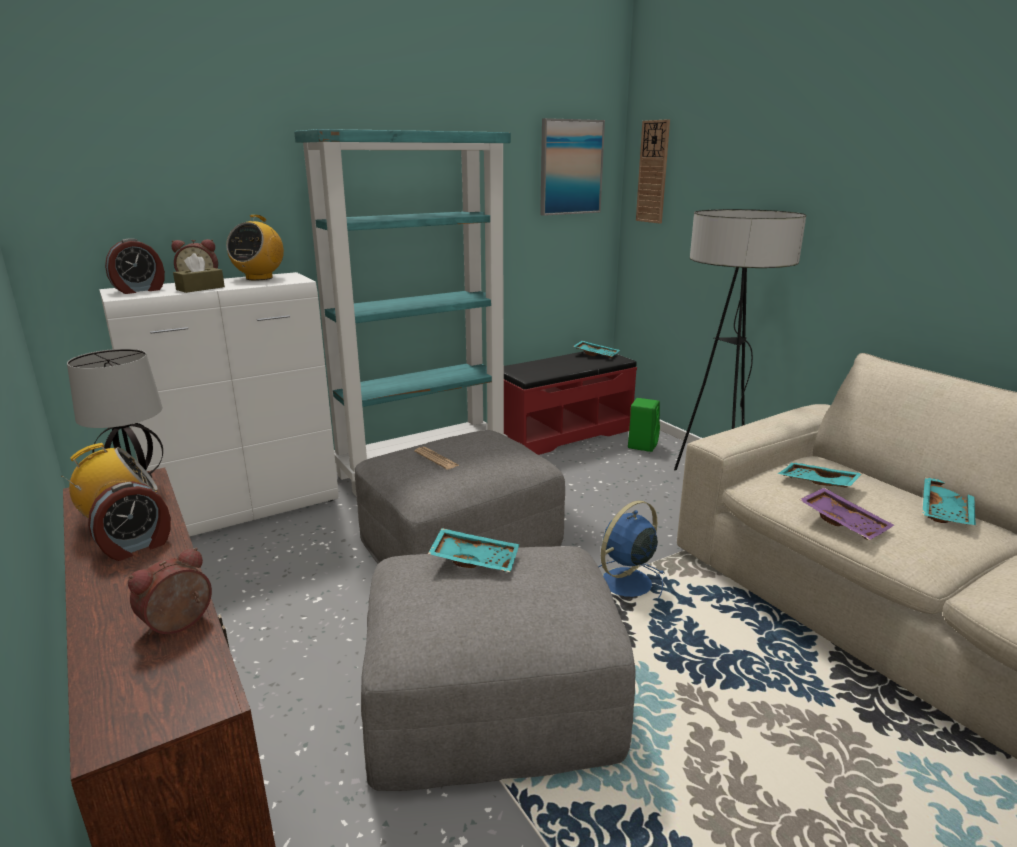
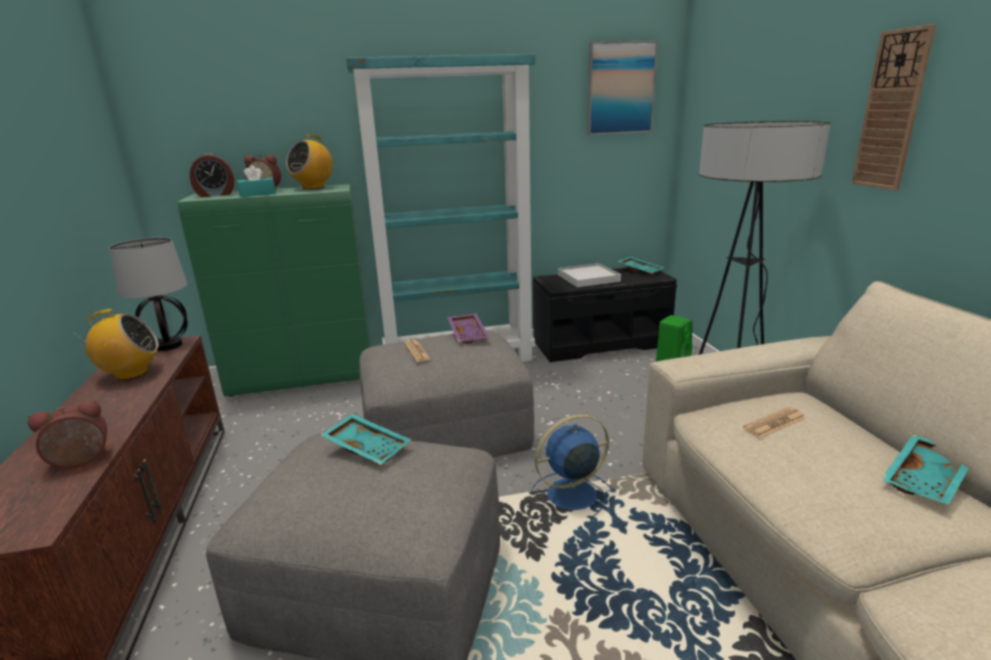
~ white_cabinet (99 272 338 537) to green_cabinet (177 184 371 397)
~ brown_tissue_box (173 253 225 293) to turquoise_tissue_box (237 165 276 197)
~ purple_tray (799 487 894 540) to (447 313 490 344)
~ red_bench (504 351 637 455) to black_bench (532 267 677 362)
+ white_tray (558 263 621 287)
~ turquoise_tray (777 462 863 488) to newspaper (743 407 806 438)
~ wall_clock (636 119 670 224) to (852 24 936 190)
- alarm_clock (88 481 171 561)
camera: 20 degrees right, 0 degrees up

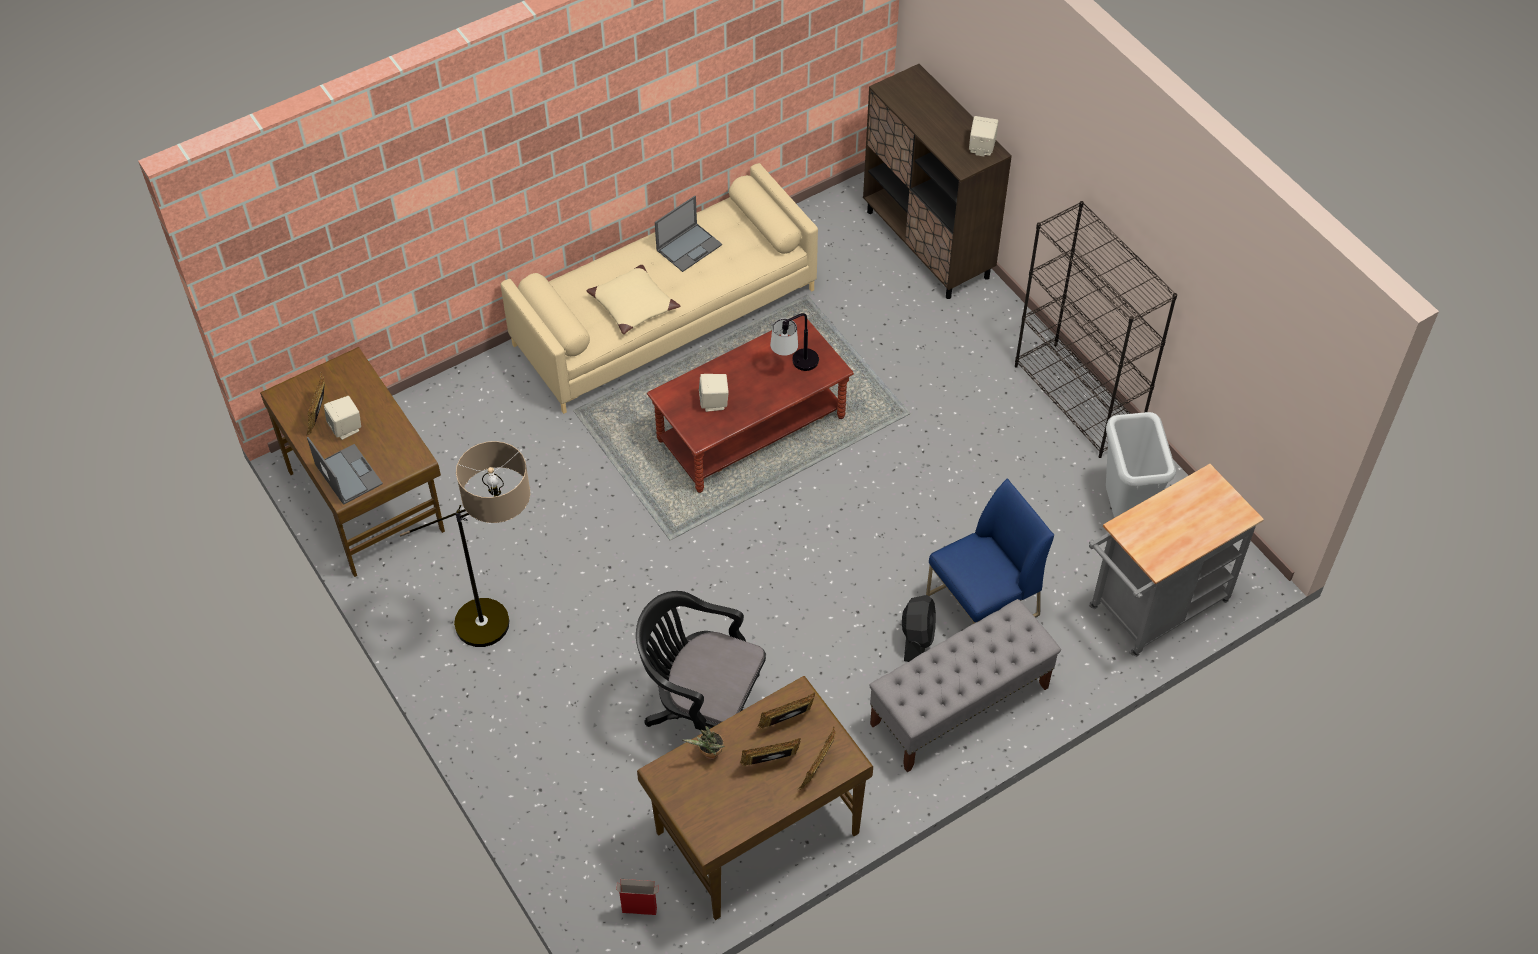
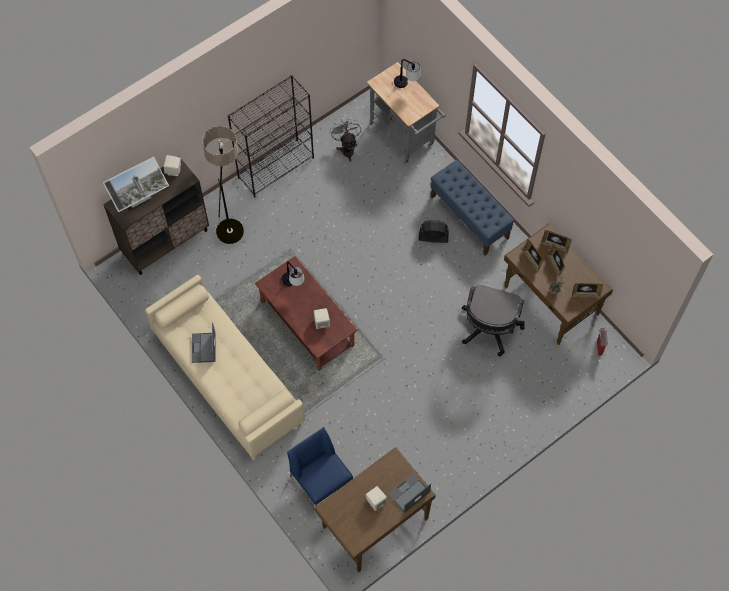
+ monitor (103 157 169 212)
~ laptop (655 196 722 272) = (192 323 216 363) 135 degrees counterclockwise
~ floor_lamp (400 441 531 647) to (202 126 244 244)
~ blue_chair (926 478 1054 624) to (287 427 353 509)
~ grey_trash_can (1106 412 1176 518) to grey_fan (330 118 361 162)
+ table_lamp (394 59 421 88)
~ grey_bench (869 599 1061 772) to blue_bench (431 160 515 256)
~ picture_frame (307 372 325 435) to (572 283 603 298)
- beige_pillow (587 265 680 335)
camera: 95 degrees left, 10 degrees up

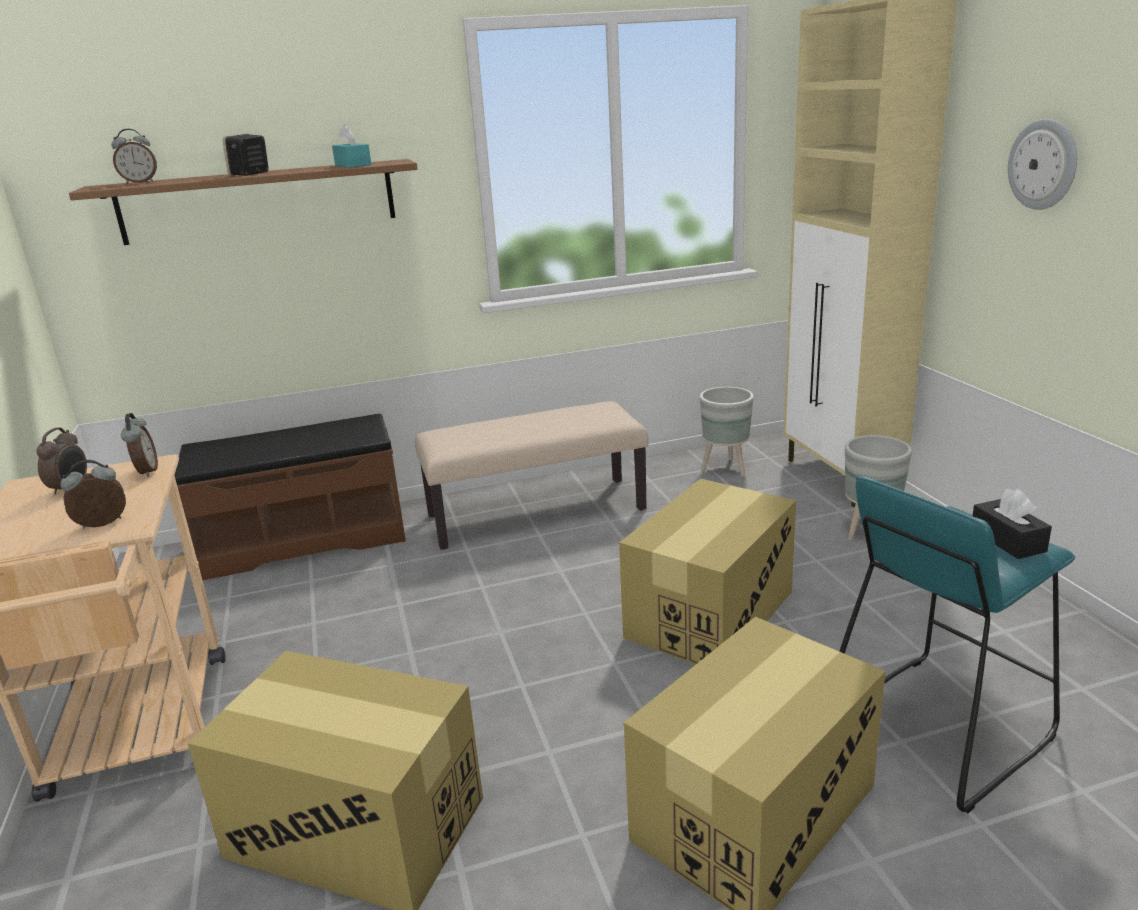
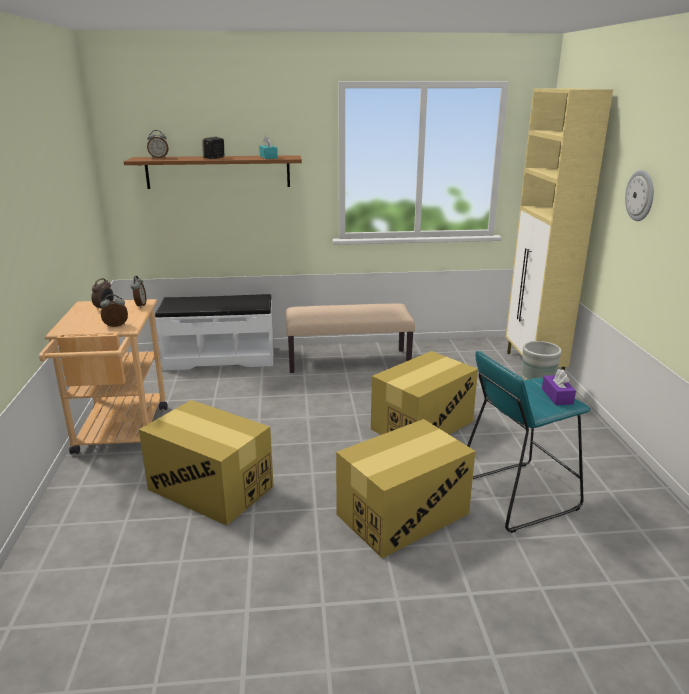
~ brown_bench (174 414 406 581) to white_bench (155 294 274 371)
~ black_tissue_box (972 489 1052 559) to purple_tissue_box (542 369 576 405)
- grey_planter (700 387 754 476)
camera: 10 degrees right, 0 degrees up

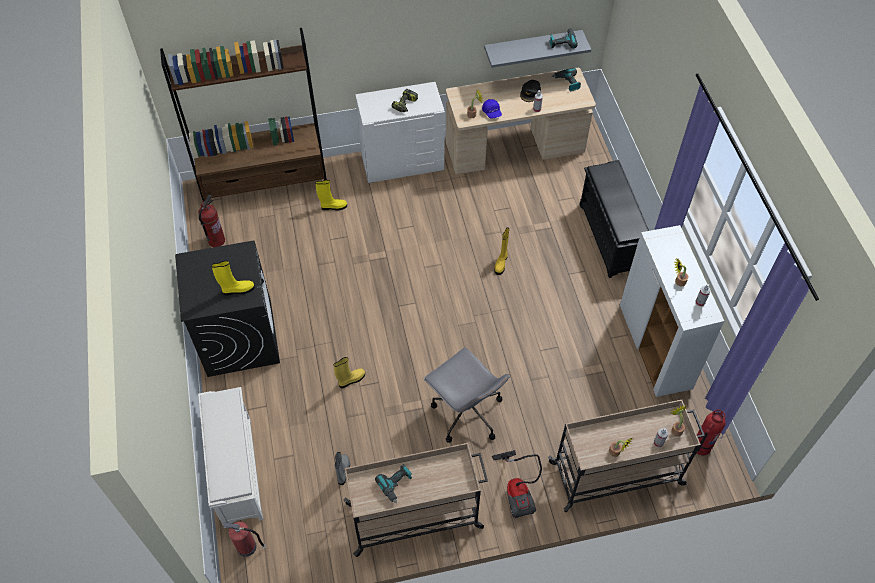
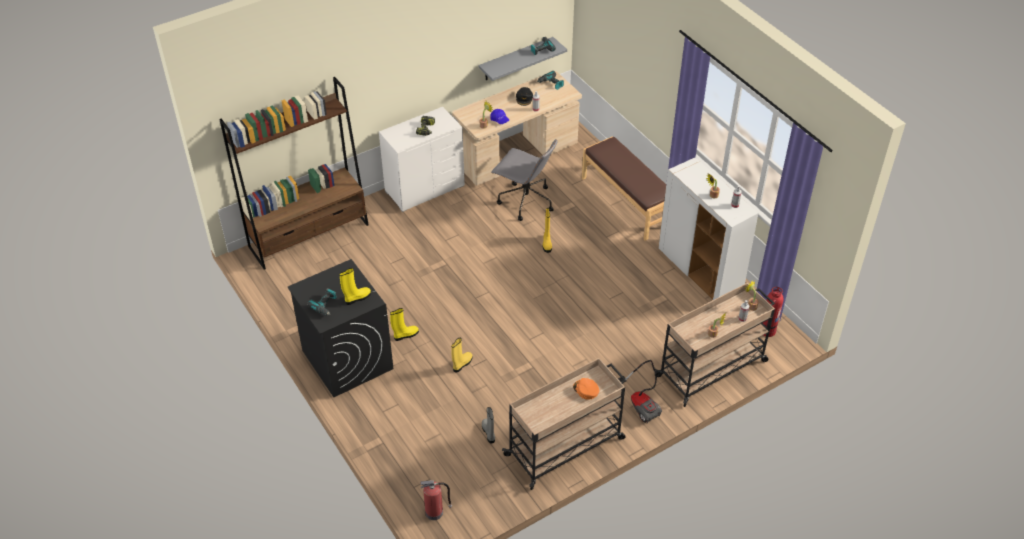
~ power_drill (375 464 412 504) to (307 288 337 316)
~ yellow_boot (315 180 347 211) to (390 308 419 341)
~ grey_office_chair (423 348 510 443) to (491 139 558 221)
+ orange_cap (573 378 600 400)
~ black_shoe_rack (580 160 650 278) to brown_bench (582 136 666 241)
- fire_extinguisher (198 195 225 247)
- white_shoe_rack (198 387 263 528)
camera: 20 degrees left, 10 degrees down

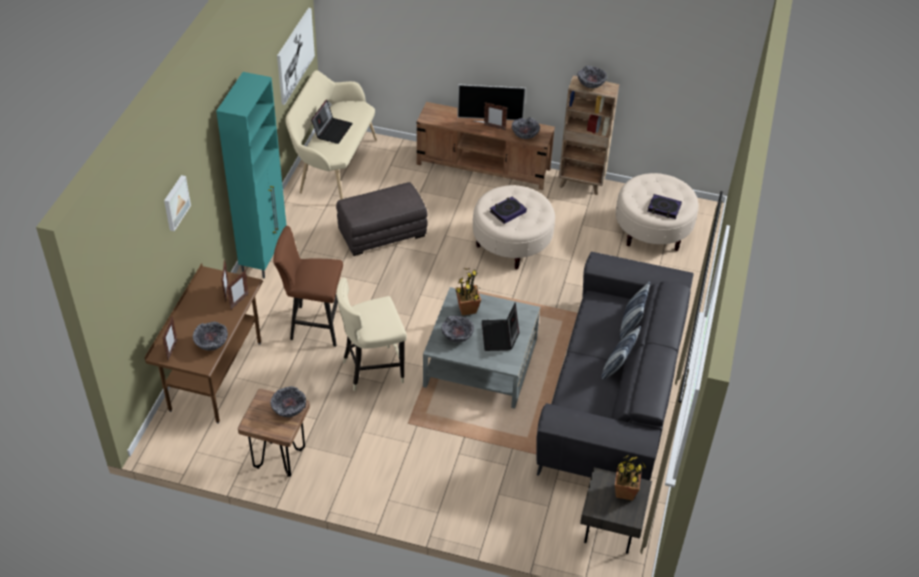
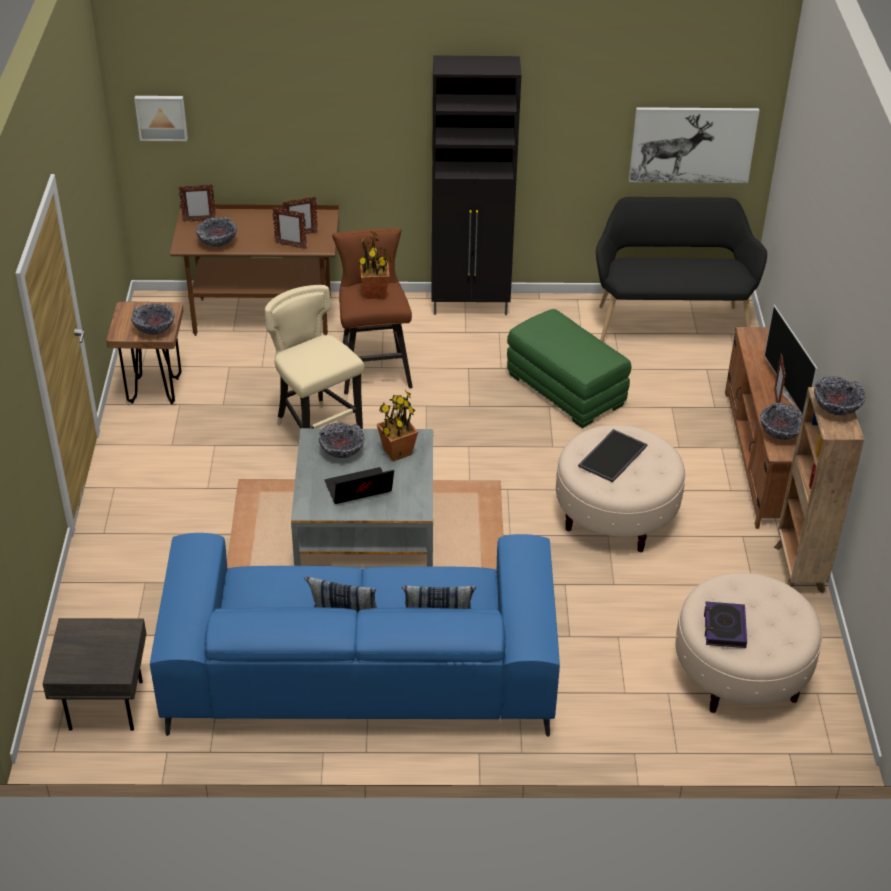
~ picture (164 175 191 231) to (134 96 188 141)
~ grey_sofa (536 252 694 480) to blue_sofa (150 533 560 737)
~ potted_plant (615 455 646 501) to (358 231 392 299)
~ turquoise_cabinet (216 72 287 279) to black_cabinet (431 55 521 315)
~ grey_ottoman (336 182 428 256) to green_ottoman (507 309 631 428)
~ book (490 196 527 224) to tray (578 429 648 483)
~ beige_bench (285 70 377 200) to black_bench (596 197 767 342)
- laptop (311 100 353 144)
camera: 75 degrees right, 5 degrees down

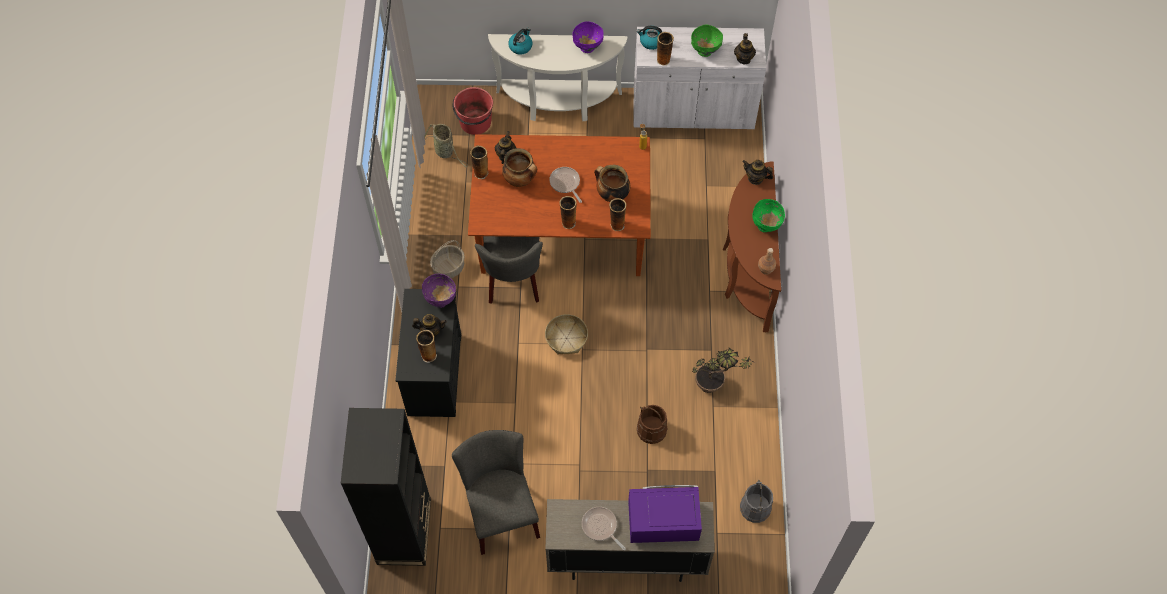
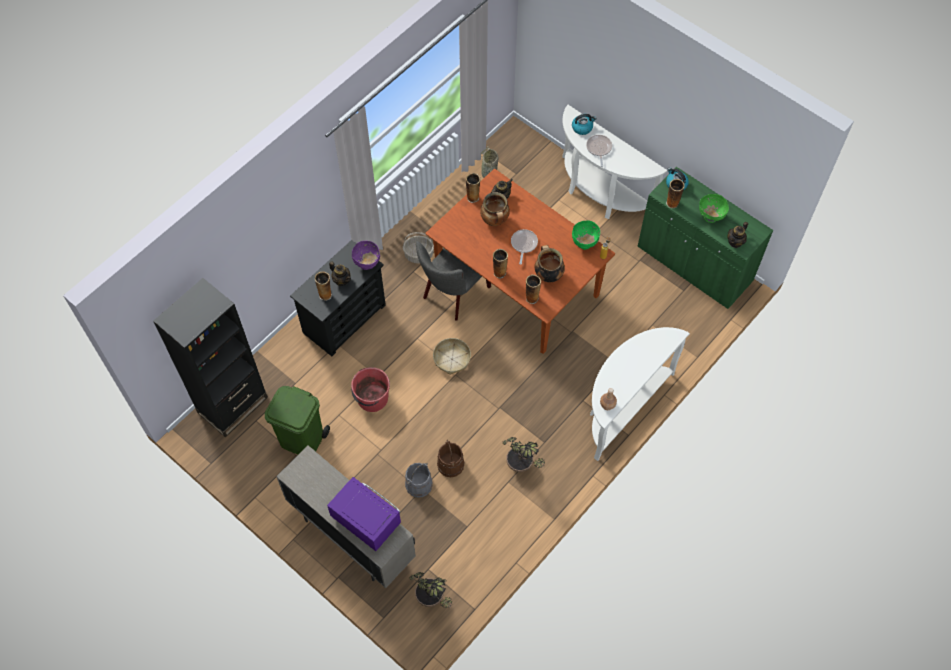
~ grey_chair (452 430 540 555) to green_trash_can (265 386 330 455)
~ red_bucket (453 87 493 135) to (351 367 390 412)
~ grey_bucket (740 480 773 523) to (405 463 433 498)
+ potted_plant (409 572 452 608)
~ green_bowl (752 199 785 232) to (572 220 600 250)
~ frying_pan (582 507 626 550) to (586 135 612 167)
~ brown_console_table (723 161 781 332) to white_console_table (590 327 690 461)
~ white_cabinet (634 27 766 129) to green_cabinet (638 167 773 309)
- purple_bowl (572 21 604 53)
- teapot (743 160 773 185)
camera: 40 degrees right, 0 degrees up

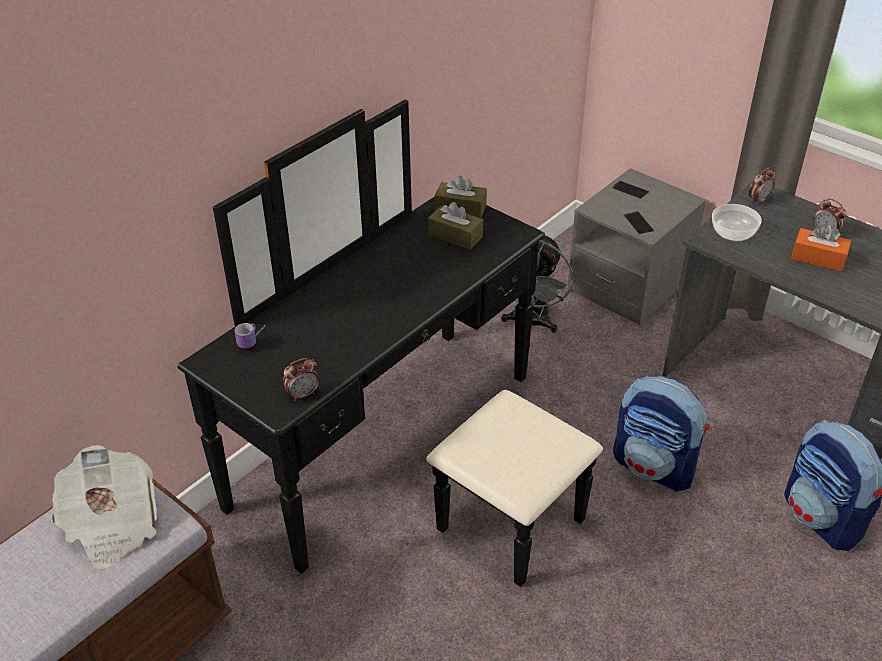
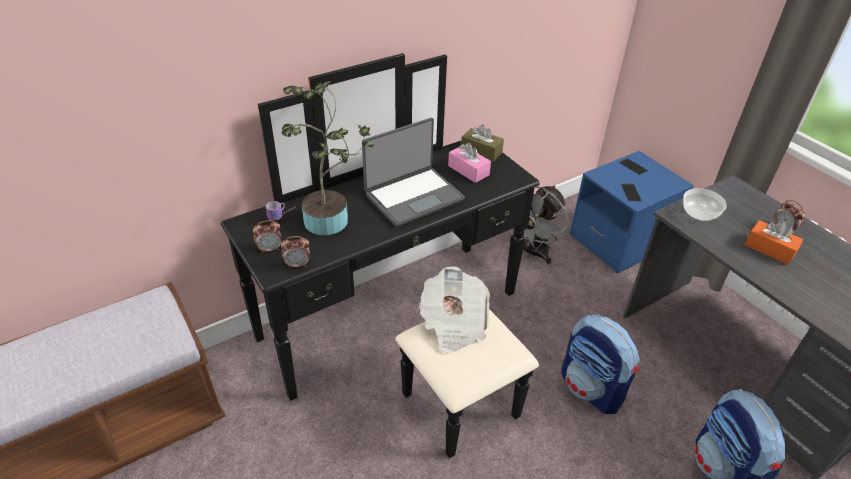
~ alarm_clock (749 167 776 205) to (253 220 282 253)
+ potted_plant (281 81 374 235)
+ laptop (362 118 465 227)
~ newspaper (51 445 157 569) to (418 266 490 354)
~ brown_tissue_box (428 202 483 250) to pink_tissue_box (448 143 491 183)
~ grey_nightstand (567 168 706 326) to blue_nightstand (570 151 694 274)
camera: 15 degrees right, 0 degrees up

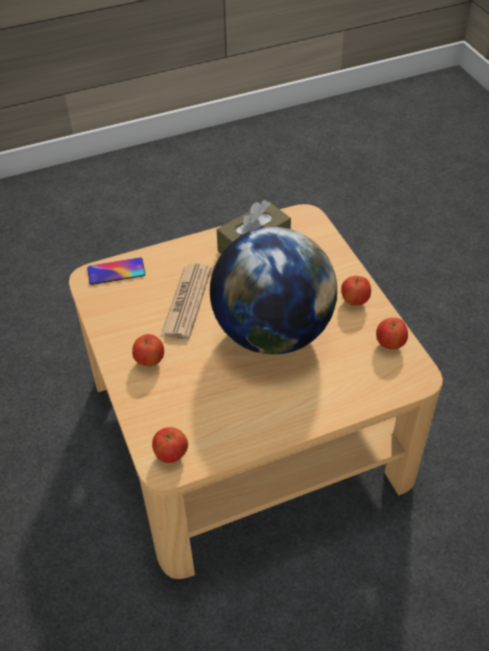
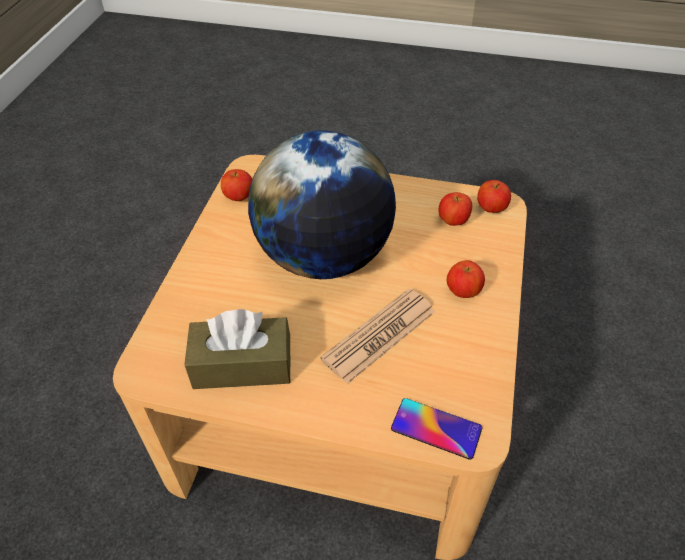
~ apple (341 276 371 306) to (439 192 472 226)
camera: 145 degrees left, 0 degrees up

